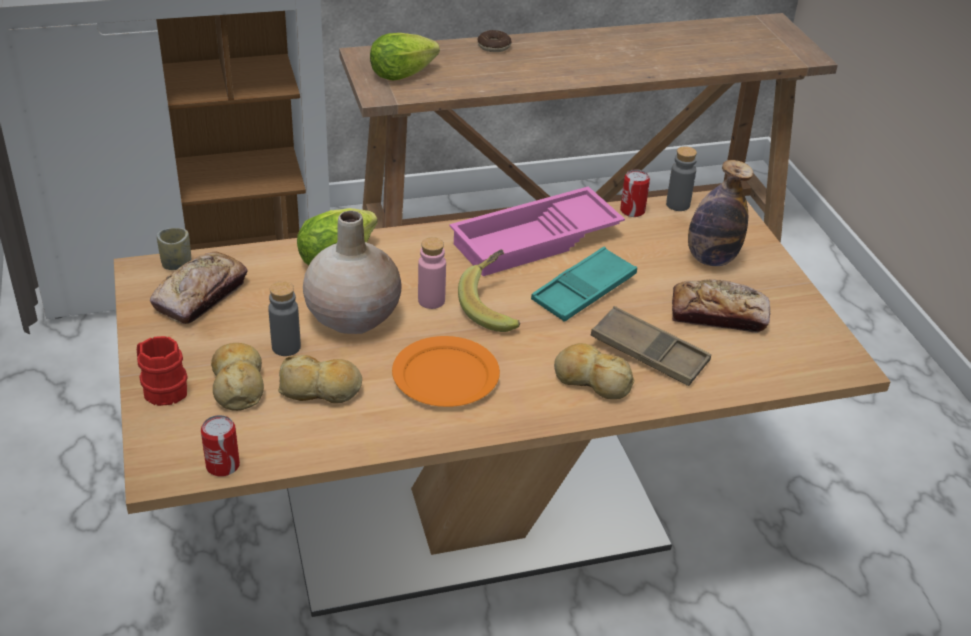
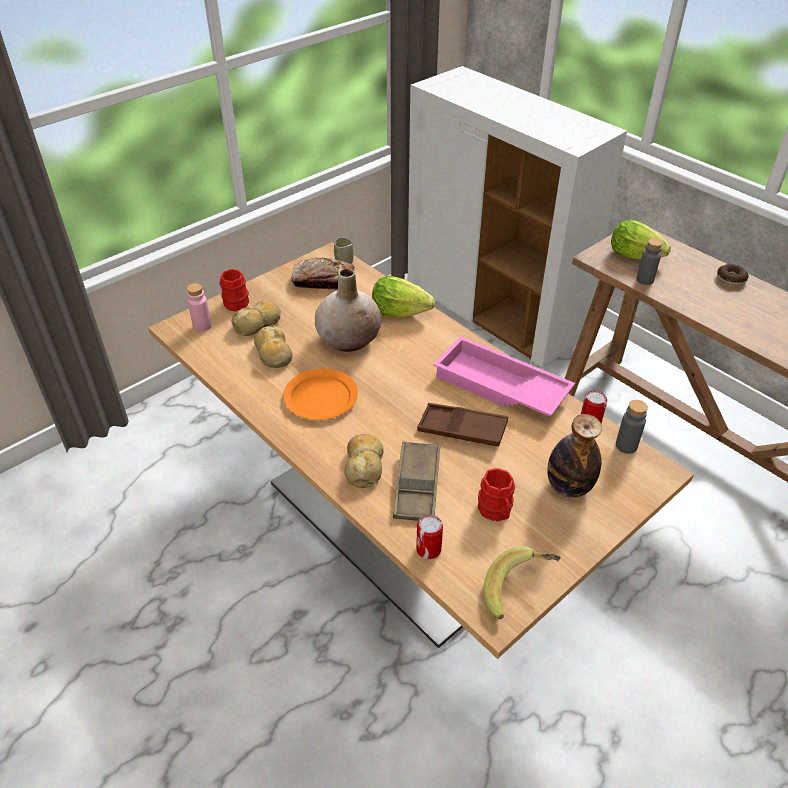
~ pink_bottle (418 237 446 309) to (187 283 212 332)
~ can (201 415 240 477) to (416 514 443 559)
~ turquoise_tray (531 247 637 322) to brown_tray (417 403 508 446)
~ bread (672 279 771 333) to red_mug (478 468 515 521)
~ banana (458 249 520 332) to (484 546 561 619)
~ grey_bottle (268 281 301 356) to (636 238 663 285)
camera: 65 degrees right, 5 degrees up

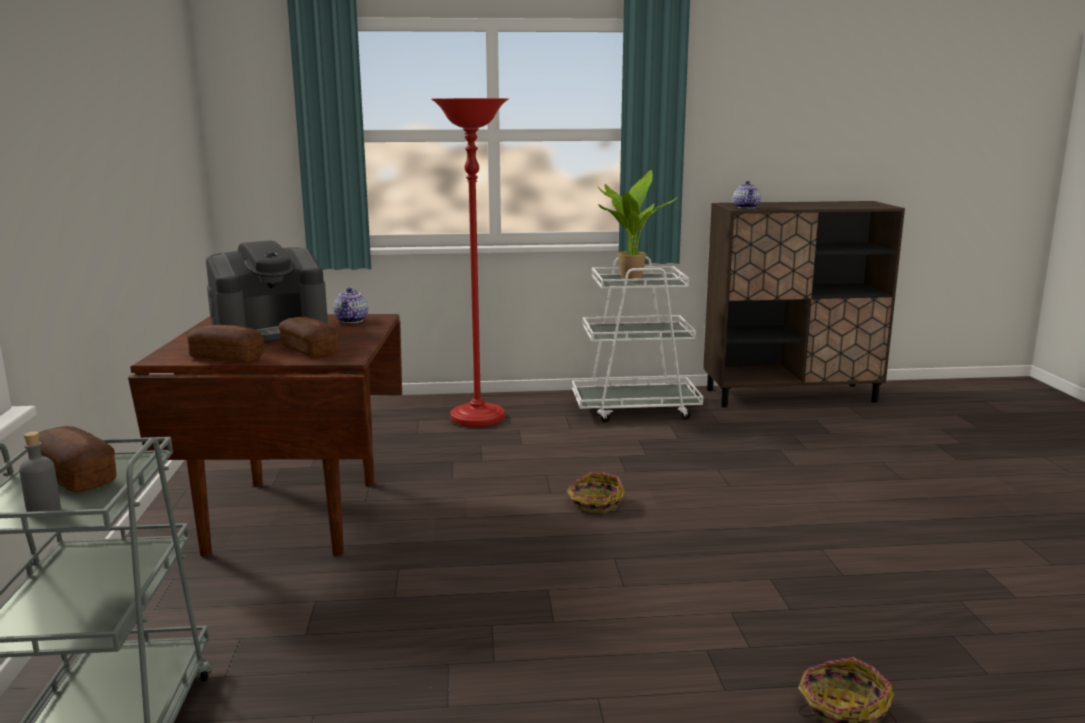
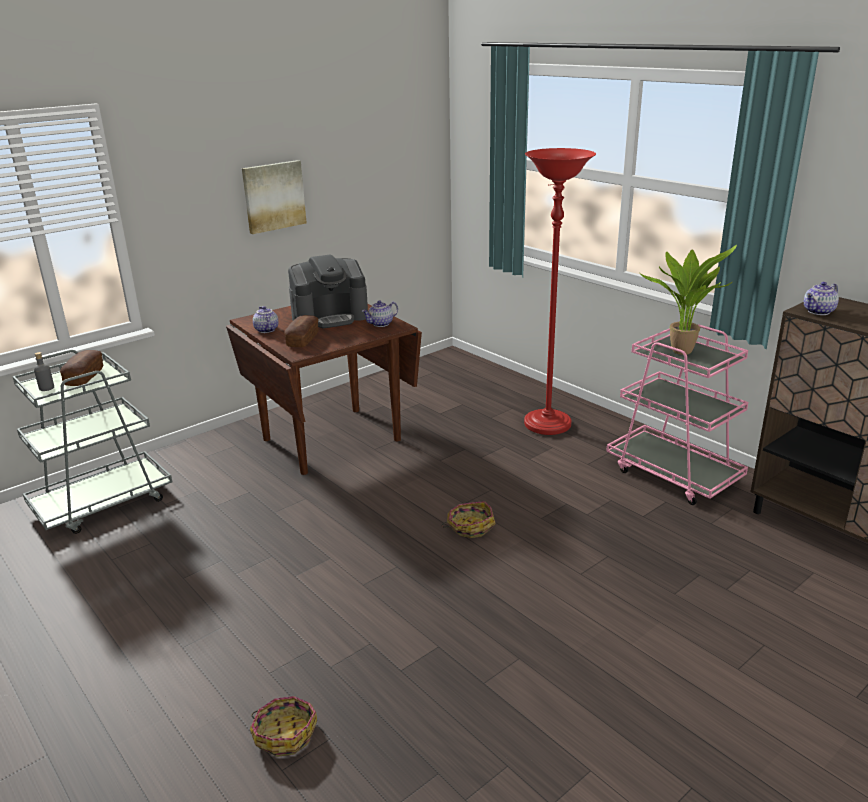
+ picture (242 160 307 234)
~ bread (187 325 264 362) to teapot (253 306 278 333)
~ coffee_machine (206 240 328 342) = (288 255 368 328) 45 degrees counterclockwise
~ white_cart (572 256 703 422) to pink_cart (606 325 748 505)
camera: 55 degrees right, 10 degrees up

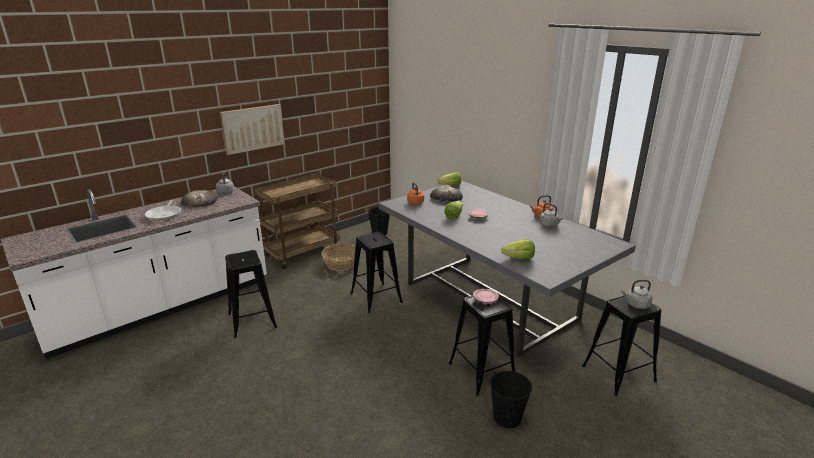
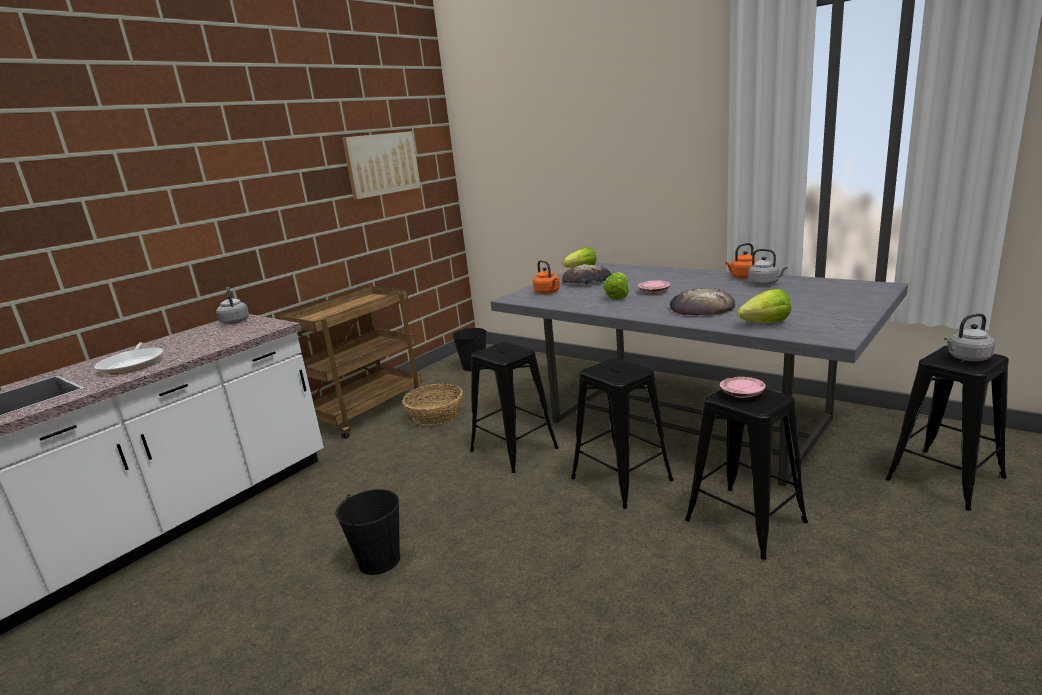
~ black_bucket (490 371 532 428) to (335 489 400 575)
~ picture (220 104 285 155) to (342 131 421 200)
~ black_stool (225 250 277 338) to (571 358 674 509)
~ bread (181 190 218 207) to (670 288 736 316)
camera: 10 degrees left, 5 degrees down

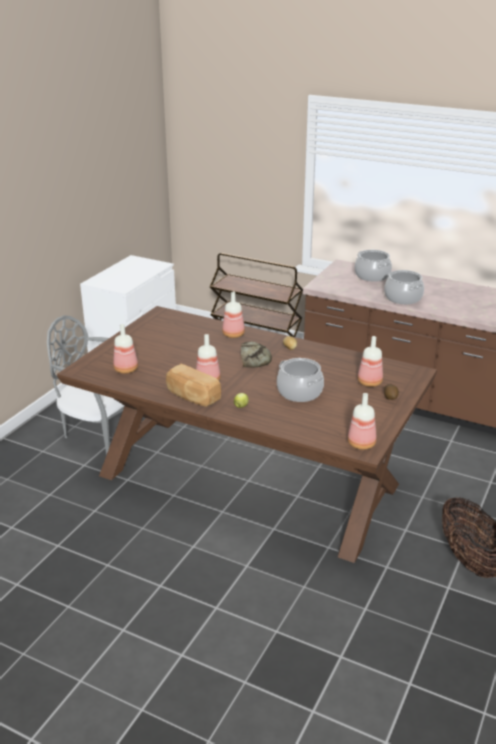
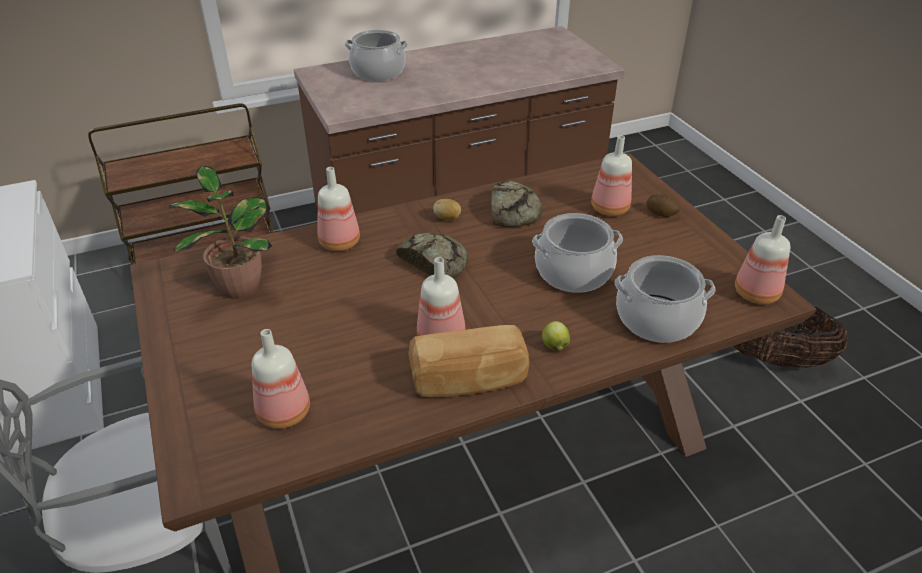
+ potted_plant (169 166 272 299)
+ bread (491 181 542 227)
~ cooking_pot (384 270 424 304) to (615 255 716 343)
camera: 50 degrees left, 10 degrees up

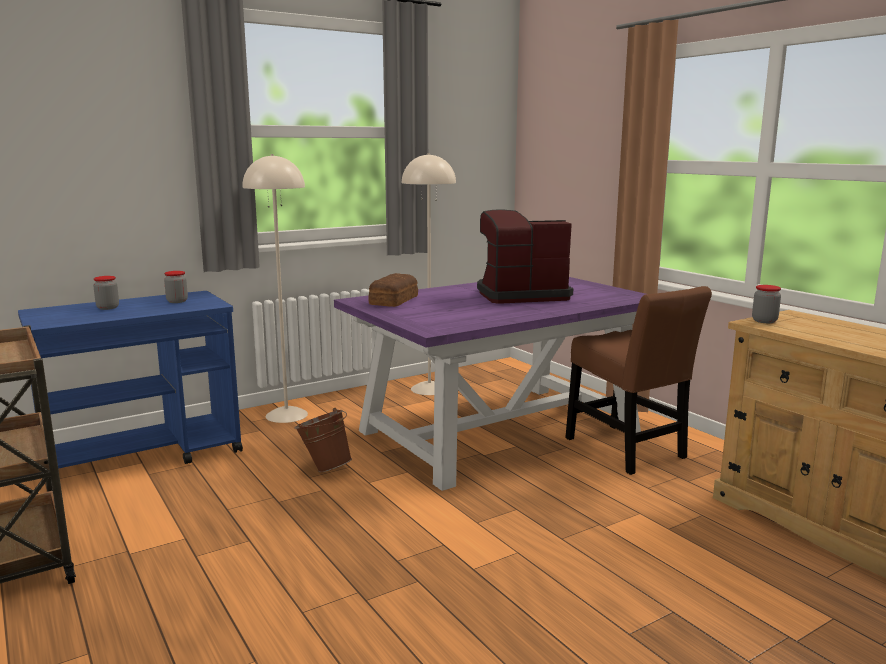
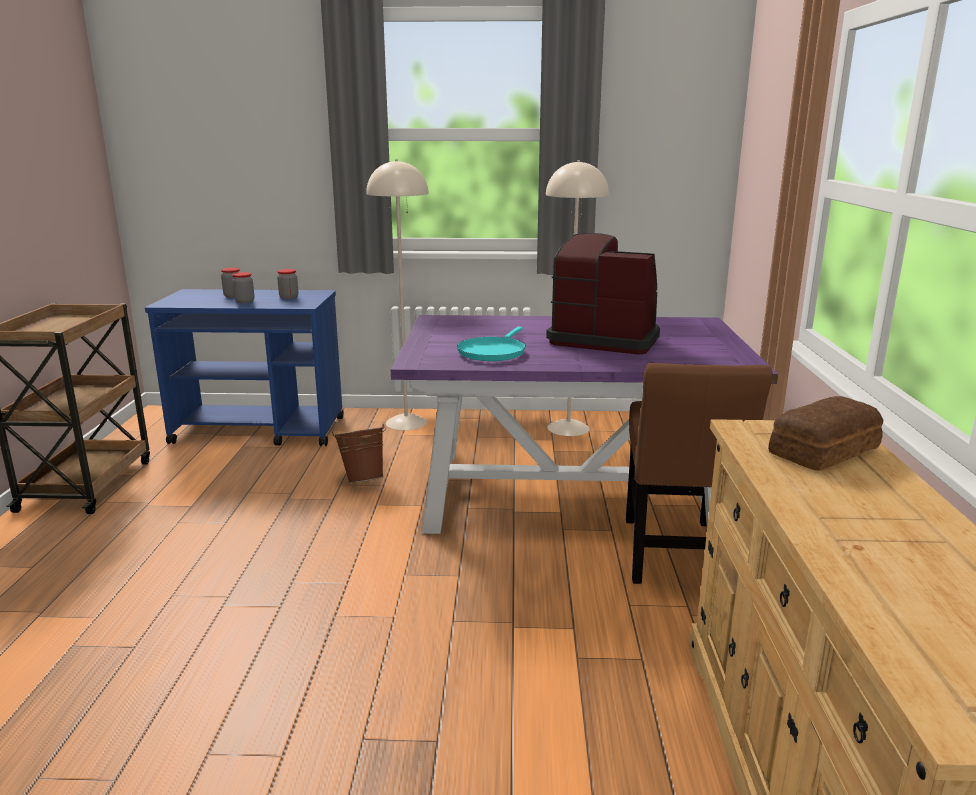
~ jar (752 285 781 323) to (232 272 254 303)
+ turquoise_frying_pan (457 327 526 361)
~ bread (369 273 418 307) to (768 396 883 471)
camera: 35 degrees right, 5 degrees up

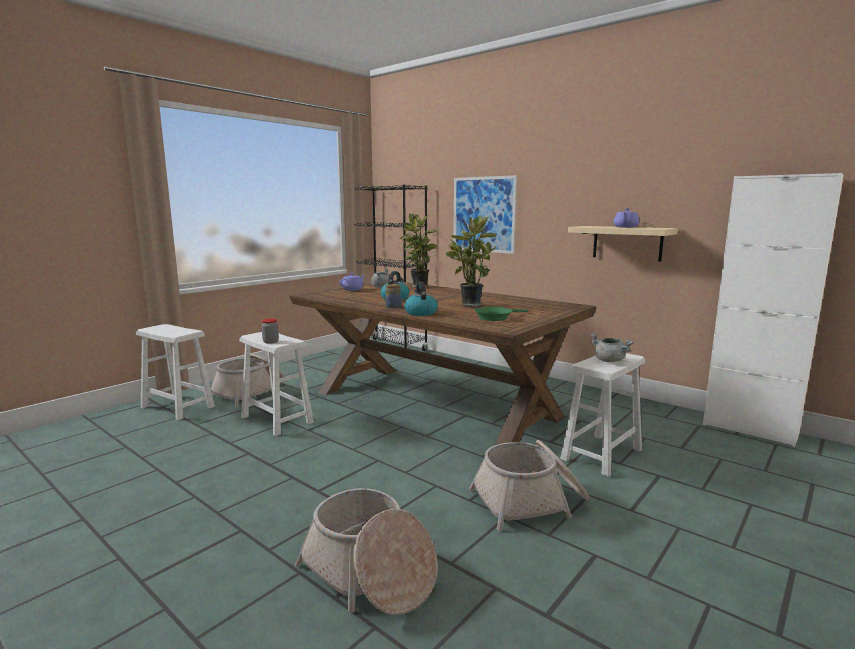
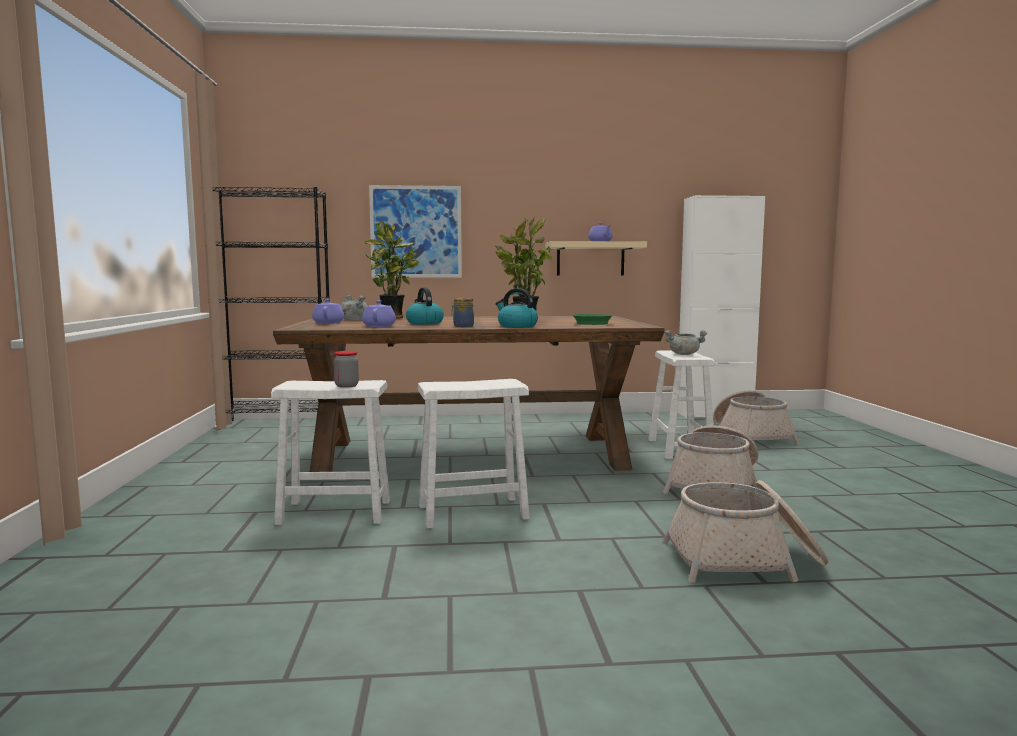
+ purple_teapot (362 300 396 327)
~ white_stool (136 324 215 420) to (418 379 530 529)
~ basket (211 354 286 407) to (713 391 800 445)
camera: 45 degrees left, 5 degrees down

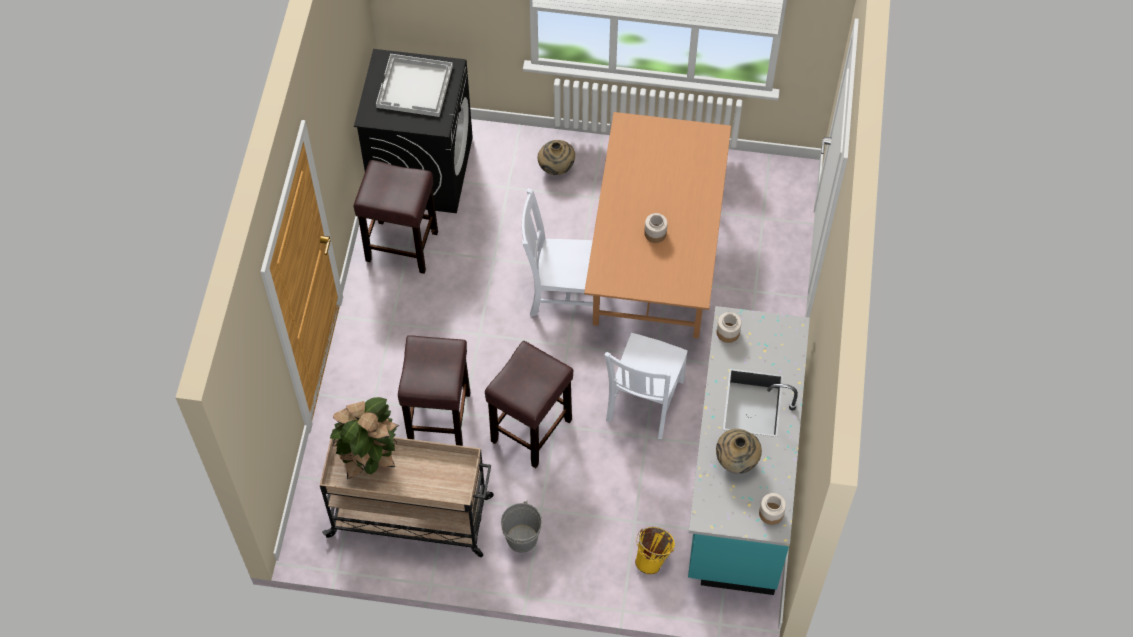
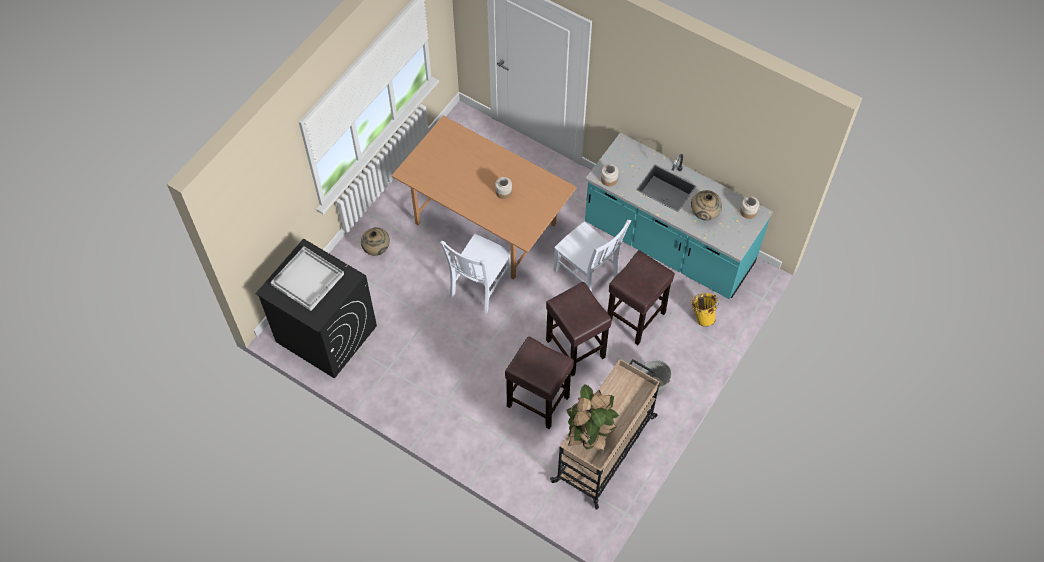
~ brown_stool (354 160 438 274) to (607 250 675 345)
camera: 65 degrees left, 0 degrees up

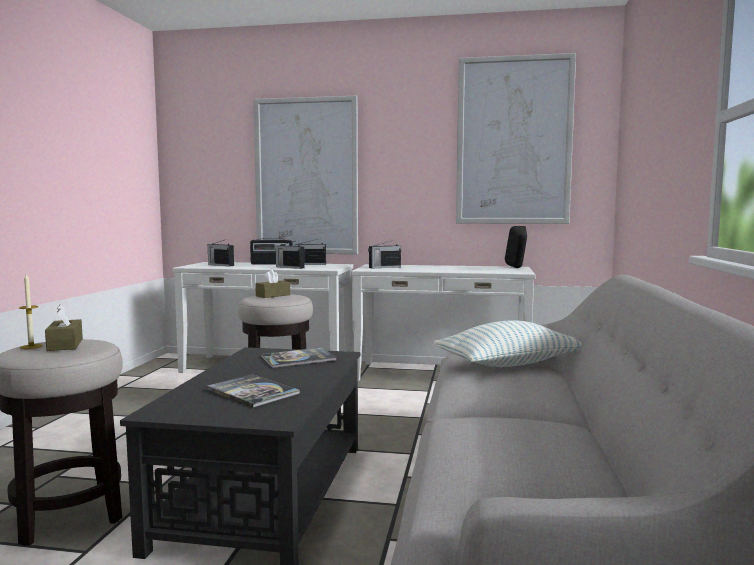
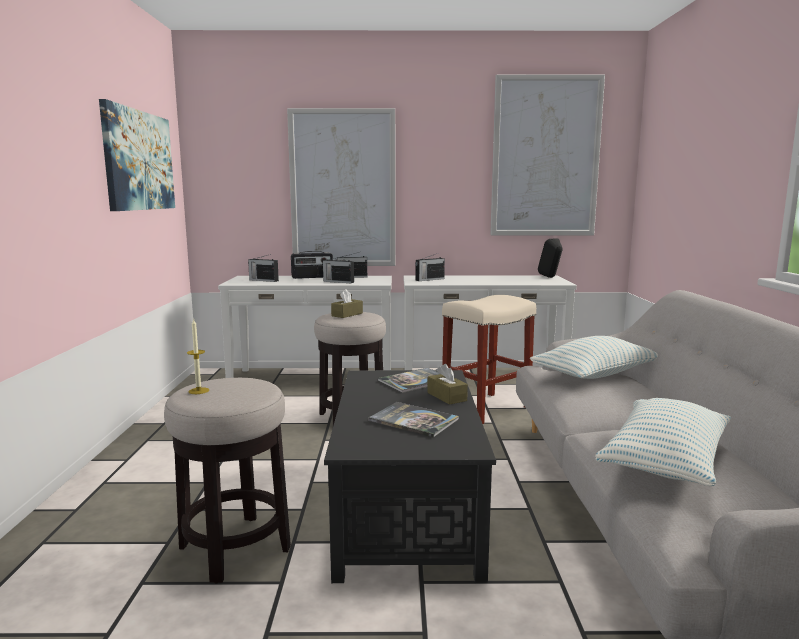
+ picture (99 99 175 211)
~ brown_tissue_box (45 304 83 351) to (427 364 468 405)
+ beige_stool (442 295 536 424)
+ pillow (595 398 731 486)
camera: 10 degrees left, 5 degrees up

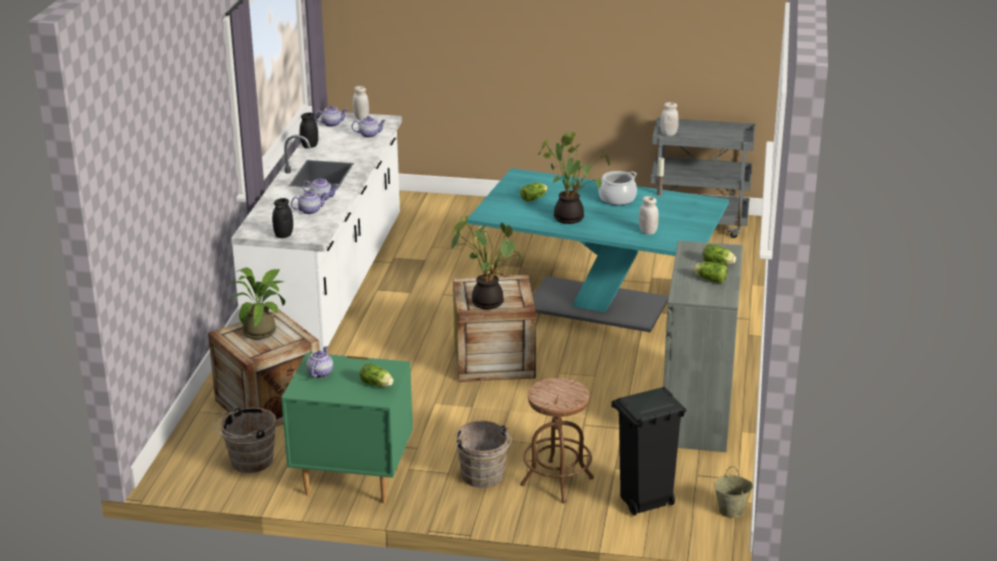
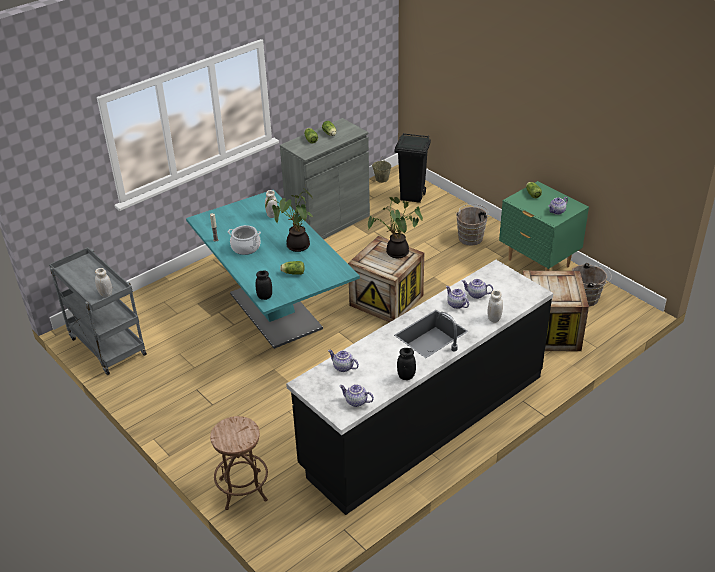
~ brown_stool (520 378 594 503) to (210 416 268 510)
~ black_jar (272 198 293 238) to (256 271 272 300)
~ white_counter (231 112 402 351) to black_counter (286 260 553 515)
~ white_jar (353 86 369 121) to (488 290 503 322)
- potted_plant (230 267 285 340)
camera: 140 degrees left, 10 degrees up

